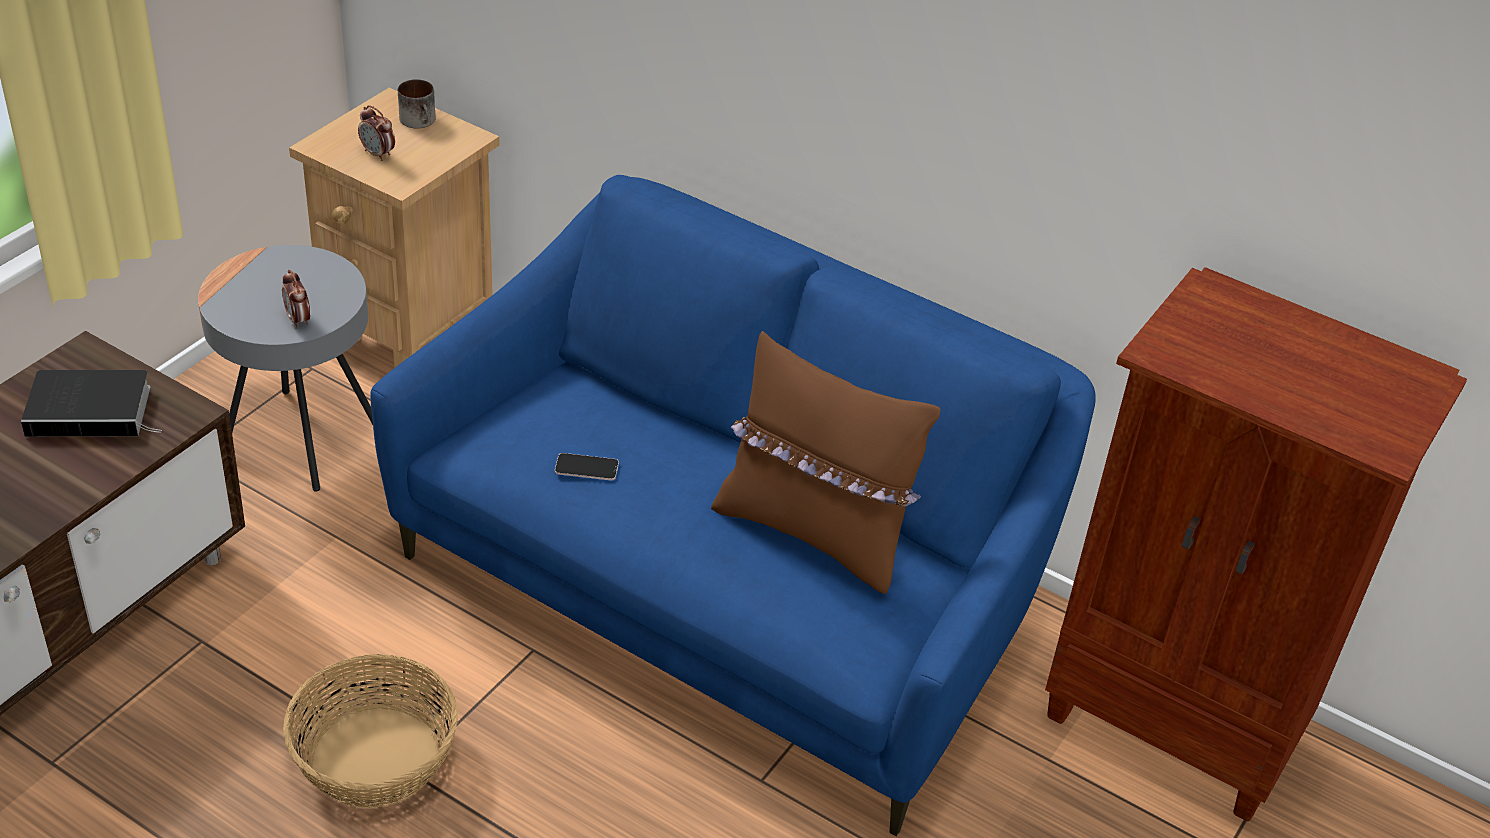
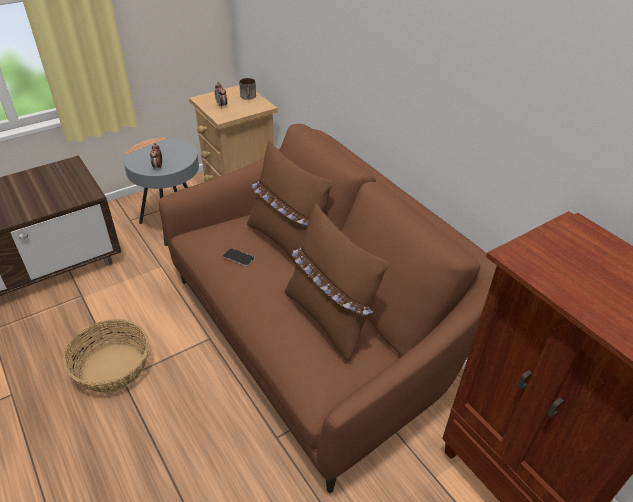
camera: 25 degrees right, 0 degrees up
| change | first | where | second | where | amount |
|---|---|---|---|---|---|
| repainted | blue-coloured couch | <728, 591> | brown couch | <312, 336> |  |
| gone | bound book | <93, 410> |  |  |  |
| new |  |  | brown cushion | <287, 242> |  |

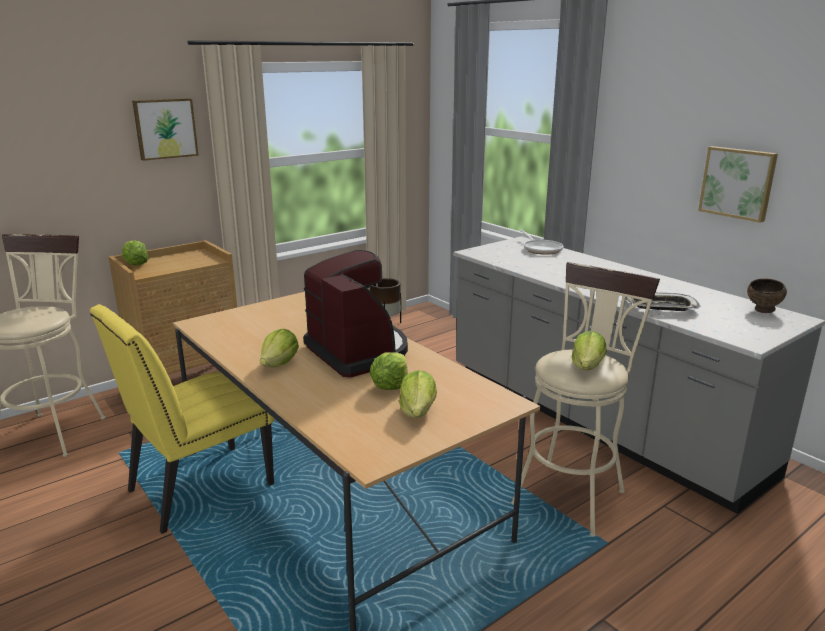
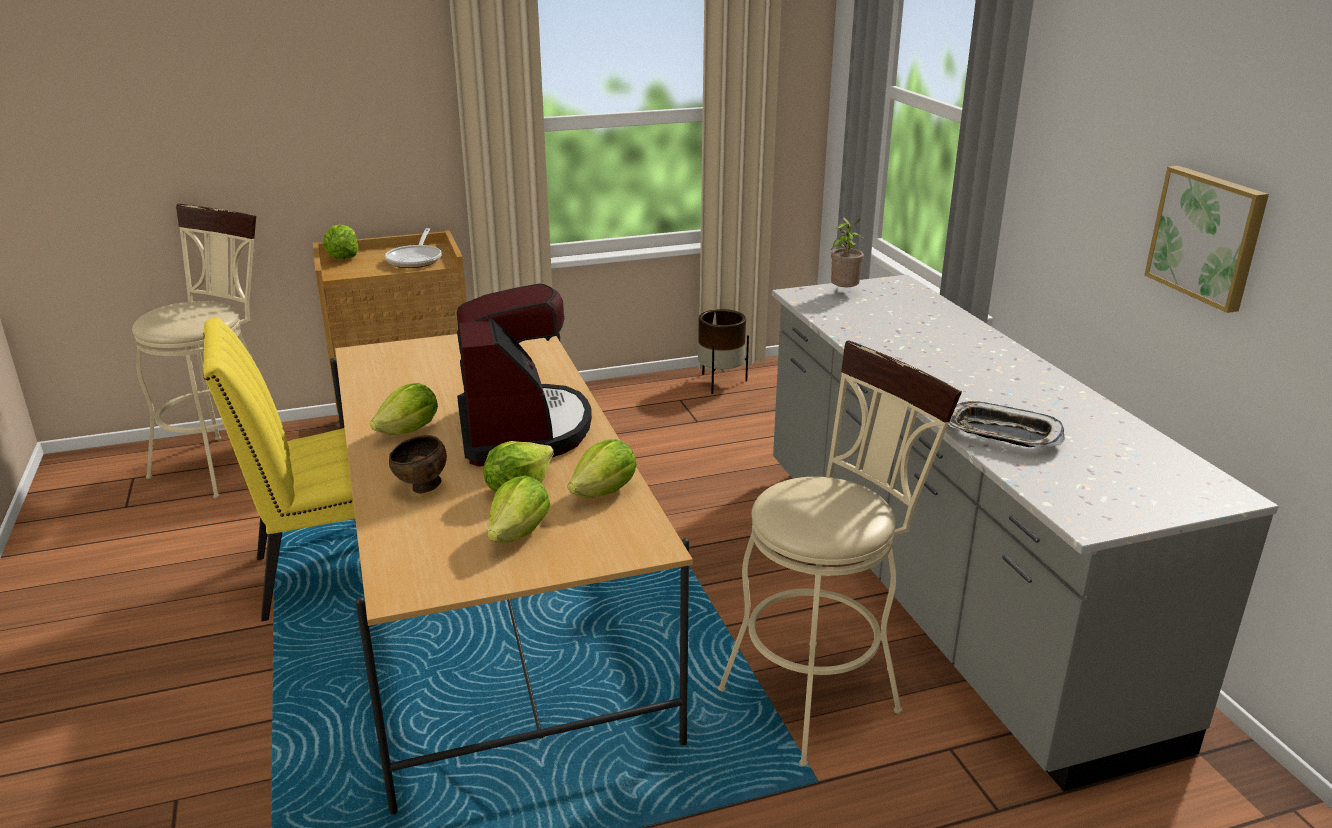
camera: 20 degrees right, 5 degrees up
| change | first | where | second | where | amount |
|---|---|---|---|---|---|
| gone | wall picture | <165, 128> |  |  |  |
| shifted | skillet | <541, 249> |  | <416, 259> |  |
| shifted | brown bowl | <763, 311> |  | <422, 488> |  |
| shifted | head of lettuce | <587, 366> |  | <605, 492> |  |
| new |  |  | potted plant | <844, 293> |  |

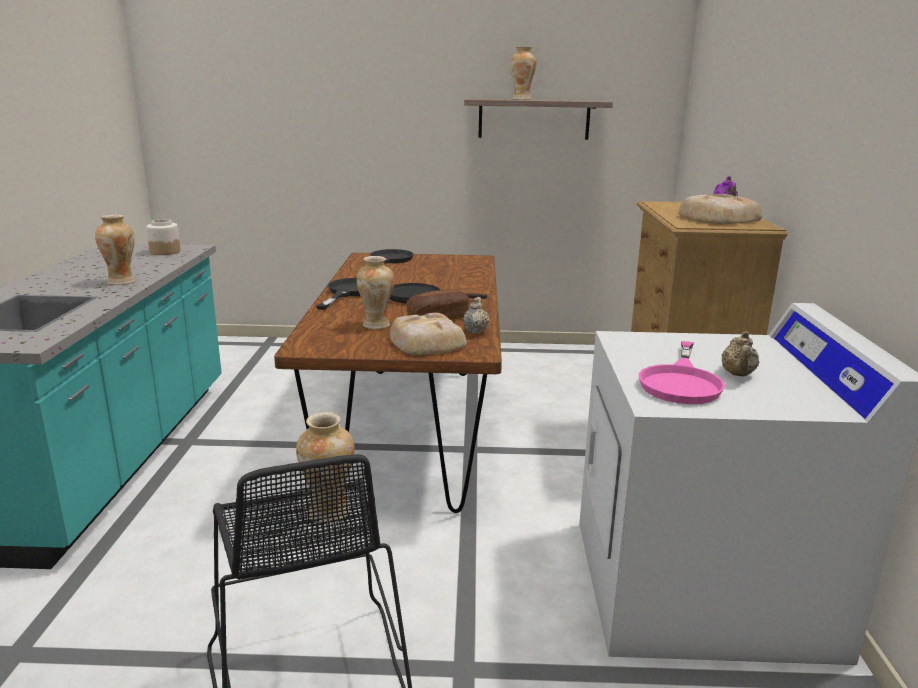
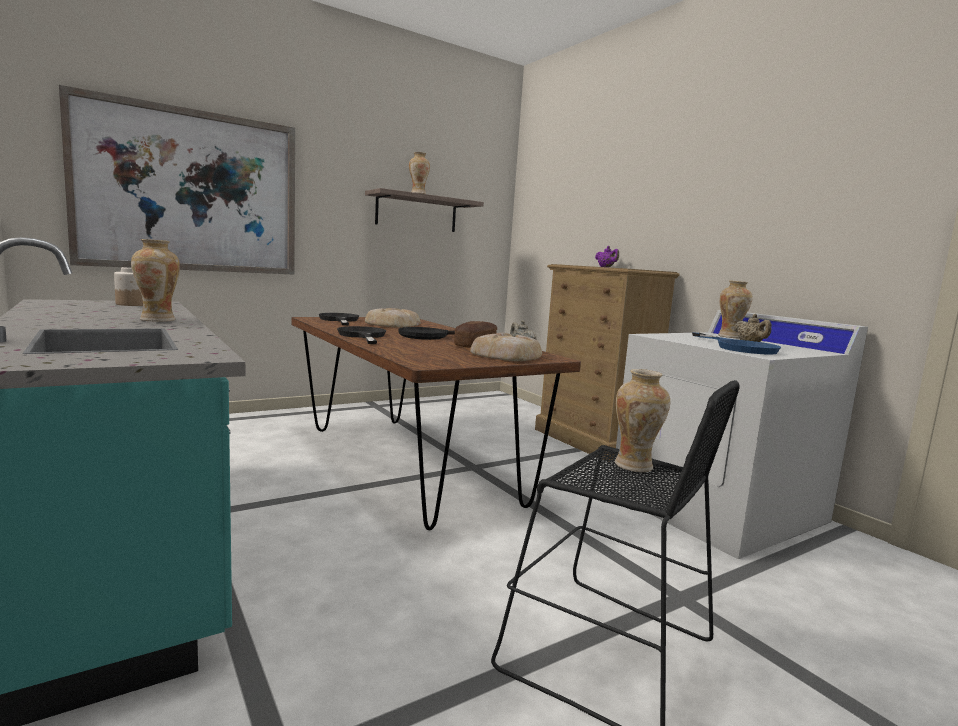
camera: 35 degrees left, 10 degrees down
| change | first | where | second | where | amount |
|---|---|---|---|---|---|
| shifted | bakery bread | <717, 218> |  | <391, 324> |  |
| shifted | flower vase | <376, 325> |  | <730, 337> |  |
| repainted | pinkish skillet | <681, 382> | blue-coloured skillet | <739, 348> |  |
| new |  |  | wall picture | <189, 192> |  |

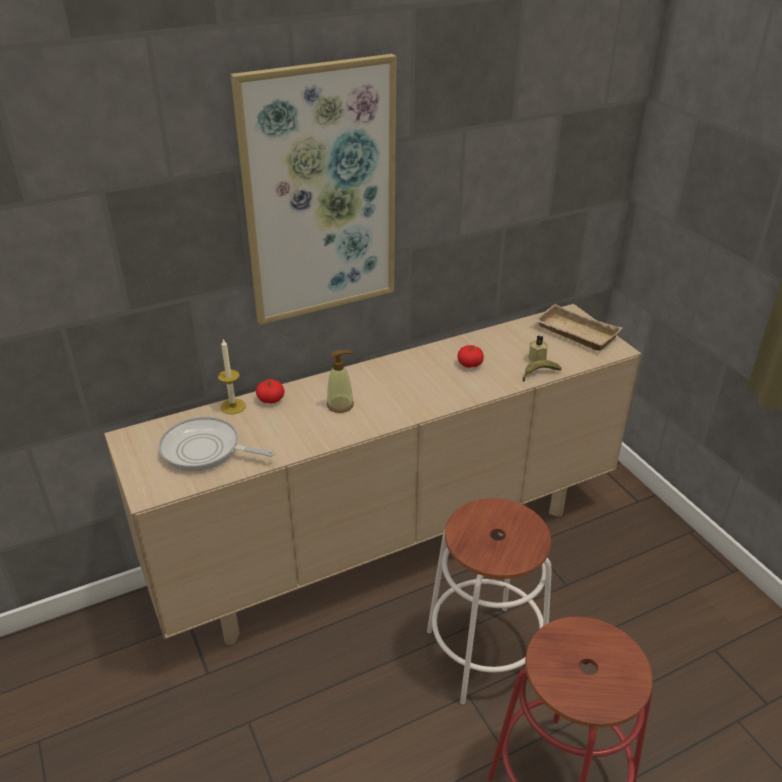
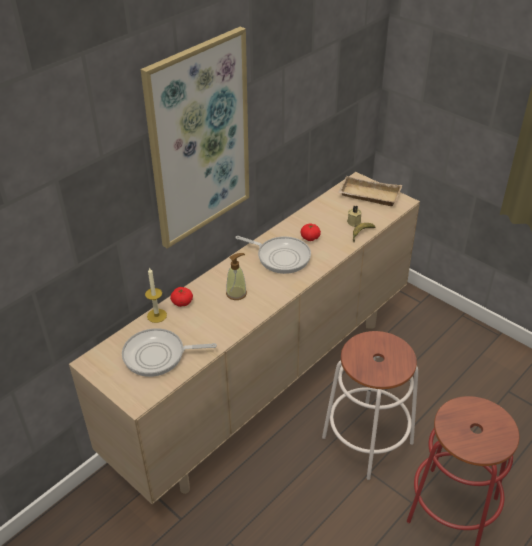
camera: 20 degrees left, 5 degrees up
| change | first | where | second | where | amount |
|---|---|---|---|---|---|
| new |  |  | skillet | <280, 257> |  |

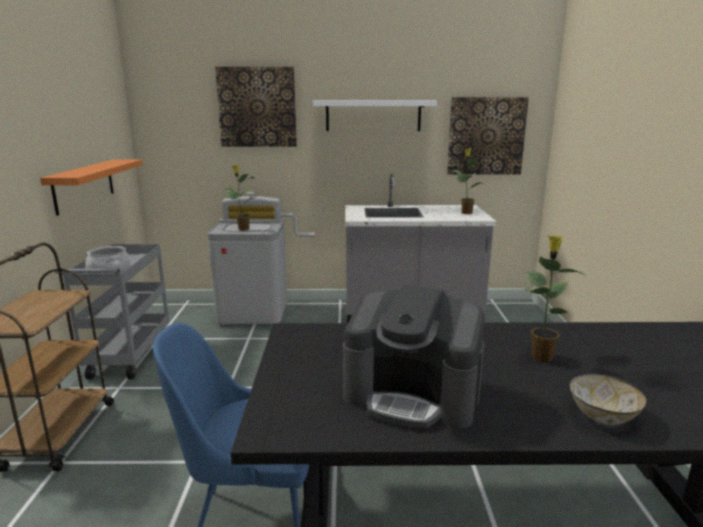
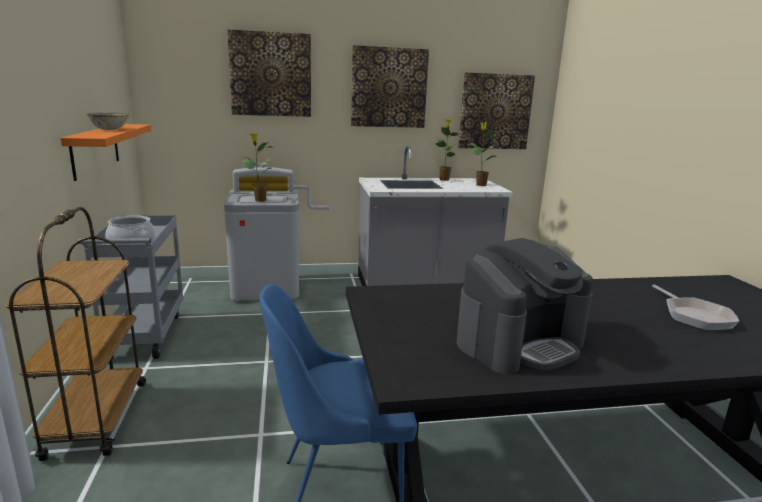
camera: 10 degrees left, 0 degrees up
| change | first | where | second | where | amount |
|---|---|---|---|---|---|
| swapped | white bracket shelf | <373, 115> | wall picture | <389, 87> |  |
| shifted | potted plant | <541, 356> |  | <444, 179> |  |
| rotated | coffee machine | <413, 394> |  | <519, 343> | 45 degrees counterclockwise |
| shifted | bowl | <602, 416> |  | <109, 129> |  |
| new |  |  | skillet | <694, 316> |  |

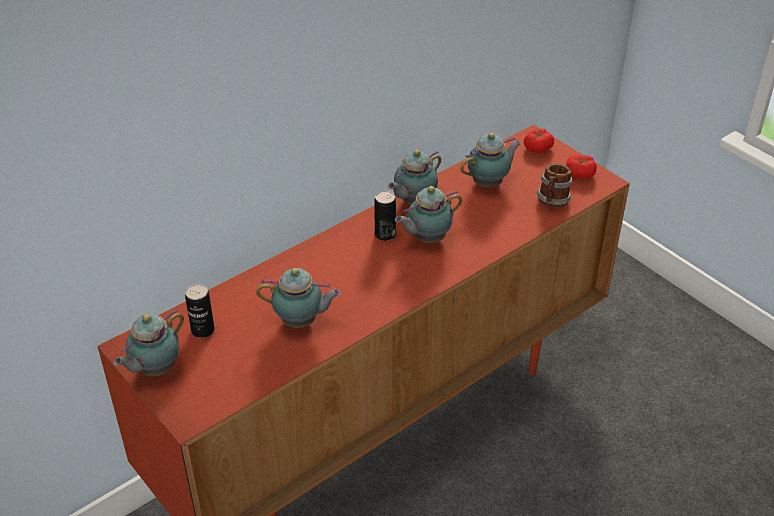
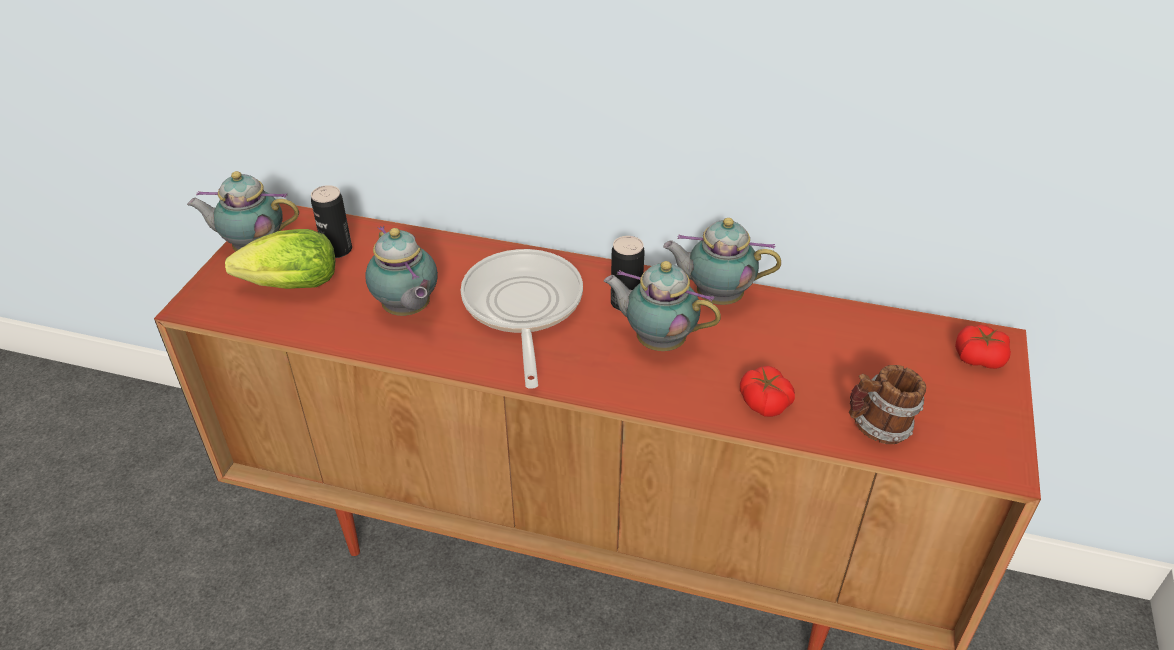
camera: 55 degrees right, 0 degrees up
| change | first | where | second | where | amount |
|---|---|---|---|---|---|
| gone | pot for tea | <489, 183> |  |  |  |
| shifted | fresh tomato | <580, 174> |  | <764, 402> |  |
| new |  |  | head of lettuce | <286, 287> |  |
| new |  |  | skillet | <522, 308> |  |

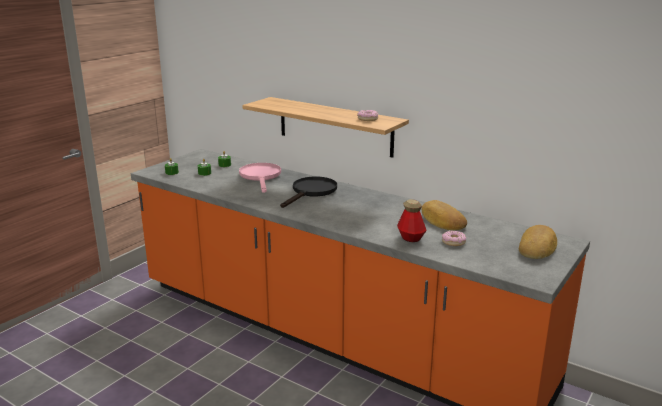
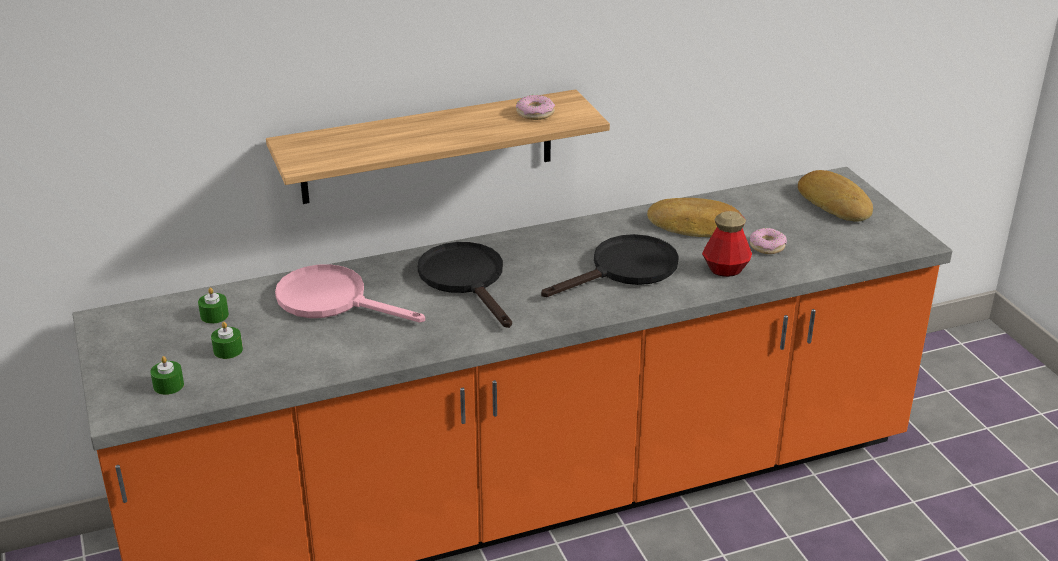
camera: 55 degrees left, 10 degrees up
| change | first | where | second | where | amount |
|---|---|---|---|---|---|
| new |  |  | black skillet | <625, 270> |  |

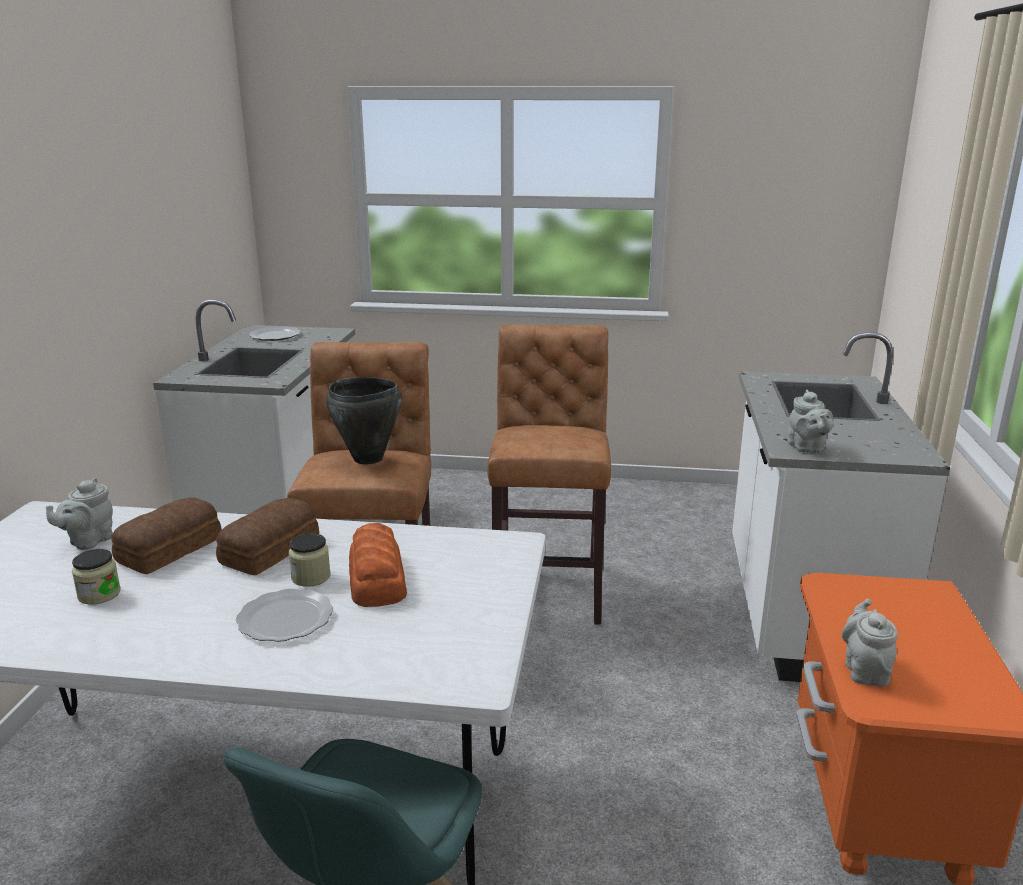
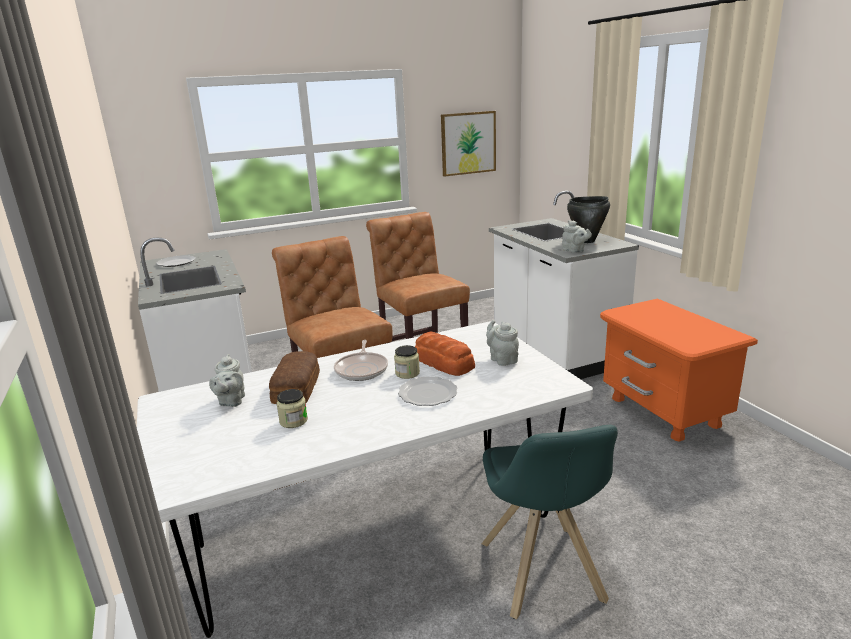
camera: 30 degrees left, 0 degrees up
| change | first | where | second | where | amount |
|---|---|---|---|---|---|
| shifted | black saucepot | <368, 459> |  | <587, 241> |  |
| swapped | bakery bread | <272, 550> | skillet | <362, 369> |  |
| shifted | gray pot for tea | <865, 670> |  | <502, 359> |  |
| new |  |  | wall picture | <468, 143> |  |

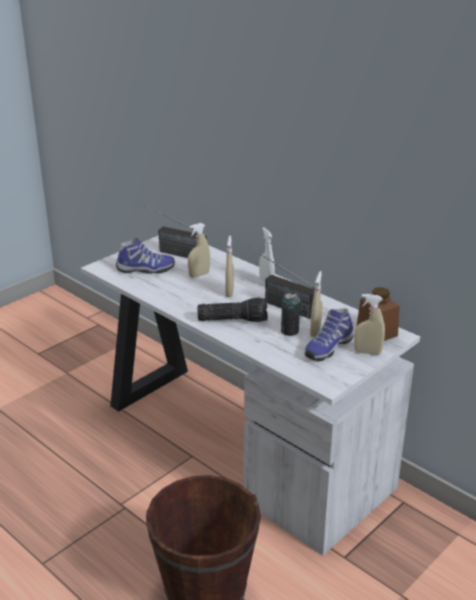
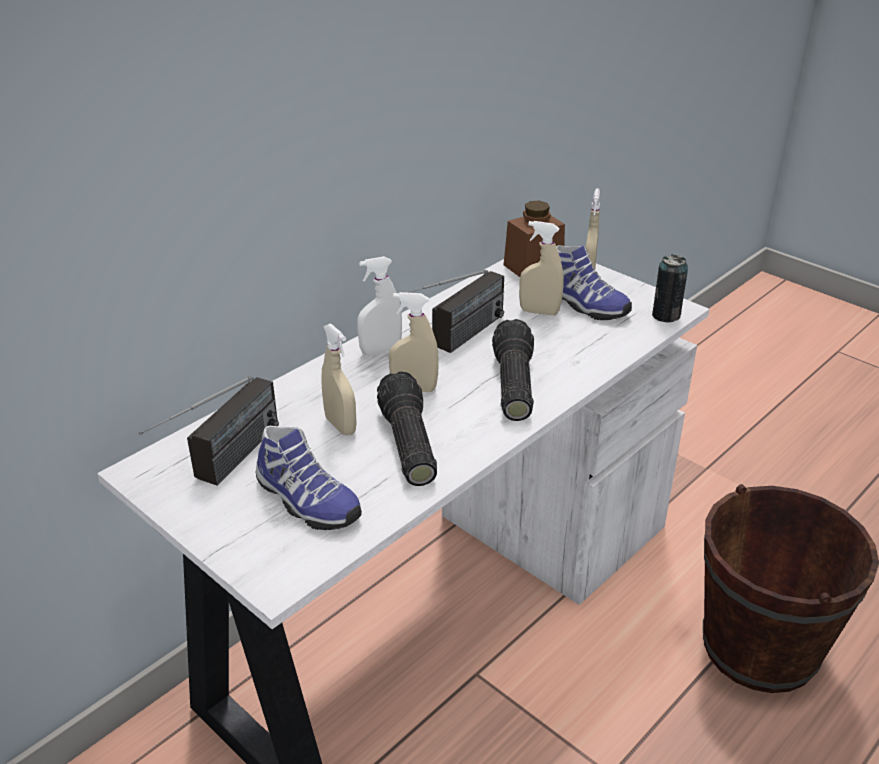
camera: 90 degrees left, 5 degrees up
| change | first | where | second | where | amount |
|---|---|---|---|---|---|
| rotated | shoe | <145, 270> |  | <305, 501> | 135 degrees clockwise |
| shifted | can | <289, 331> |  | <666, 315> |  |
| new |  |  | flashlight | <406, 444> |  |

